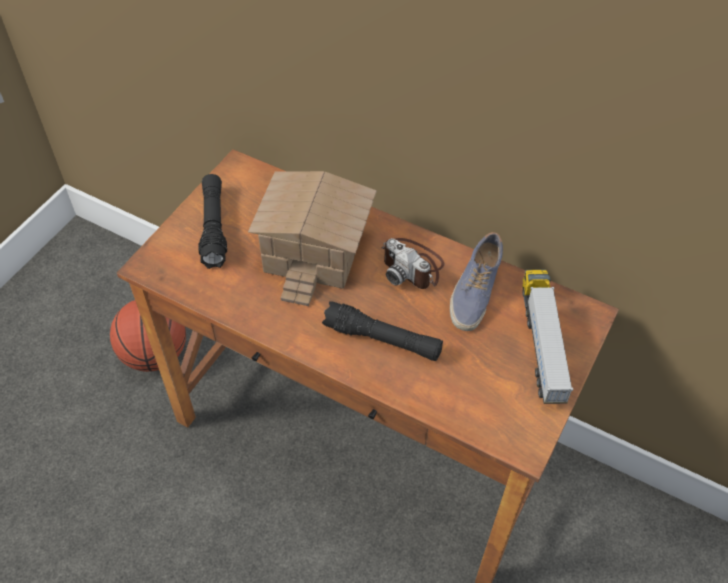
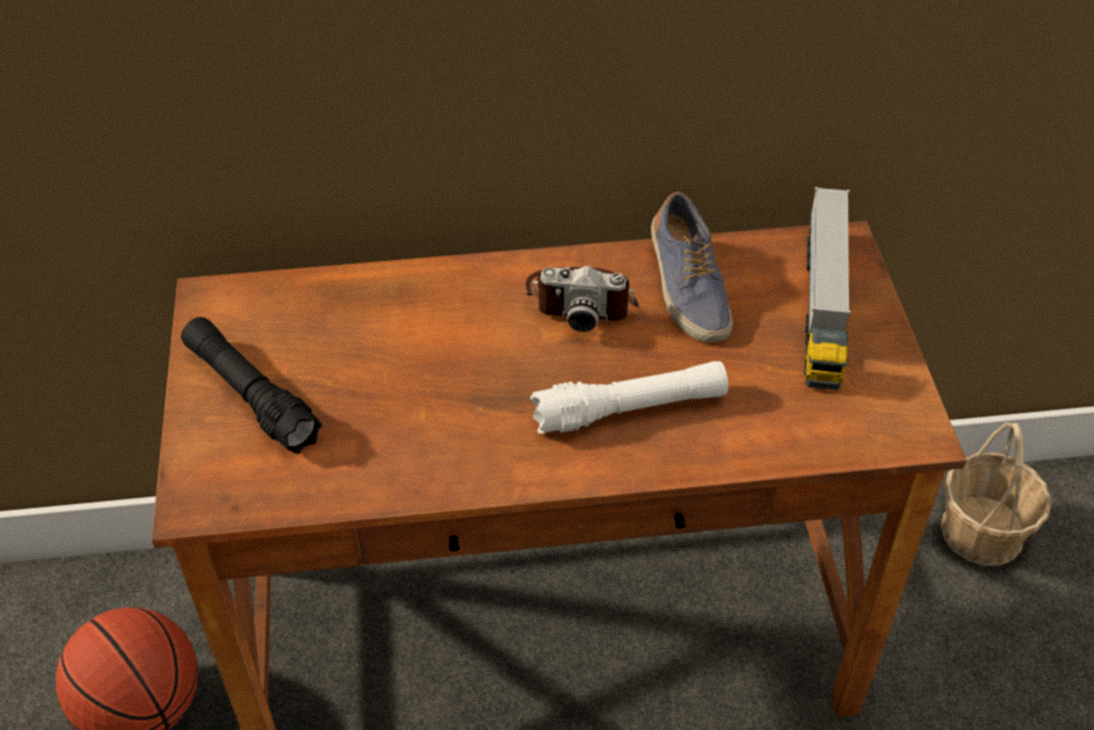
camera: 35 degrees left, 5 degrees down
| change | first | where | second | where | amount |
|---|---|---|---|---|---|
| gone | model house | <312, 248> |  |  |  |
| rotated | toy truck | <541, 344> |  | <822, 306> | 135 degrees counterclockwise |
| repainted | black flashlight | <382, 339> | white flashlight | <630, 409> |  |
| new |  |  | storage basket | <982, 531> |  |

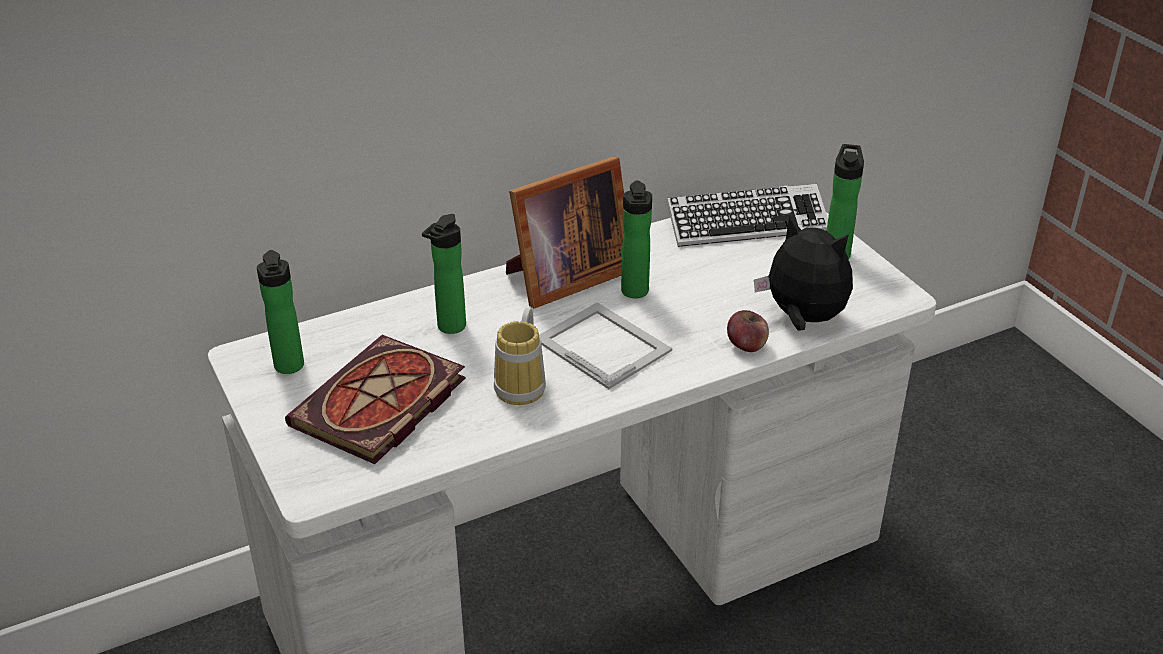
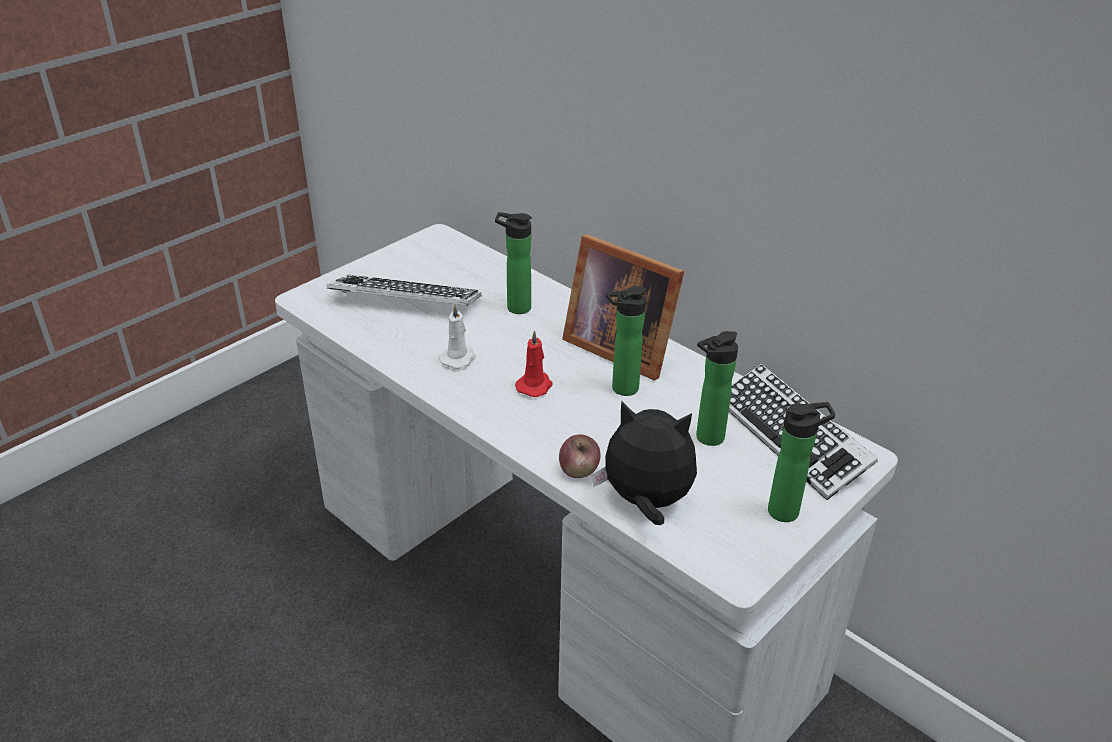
camera: 70 degrees right, 0 degrees up
| change | first | where | second | where | amount |
|---|---|---|---|---|---|
| rotated | plush toy | <803, 319> |  | <646, 502> | 90 degrees counterclockwise |
| shifted | bottle | <289, 368> |  | <706, 438> |  |
| swapped | picture frame | <602, 344> | reddish candle | <535, 385> |  |
| swapped | mug | <524, 385> | white candle | <458, 358> |  |
| swapped | bound book | <379, 406> | keyboard | <405, 301> |  |

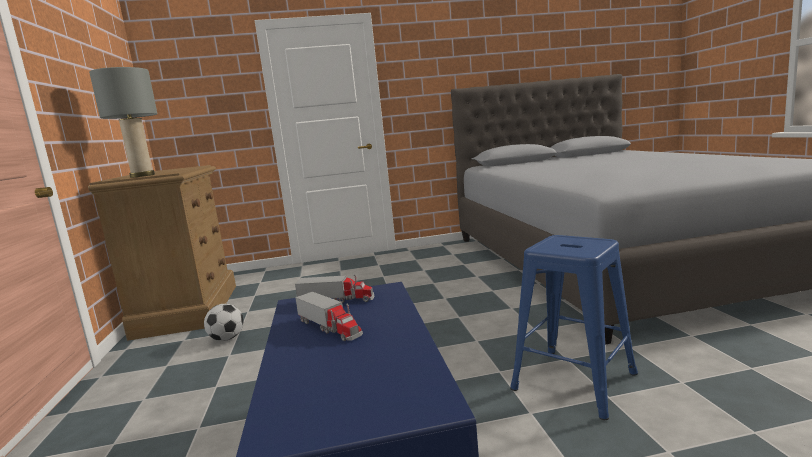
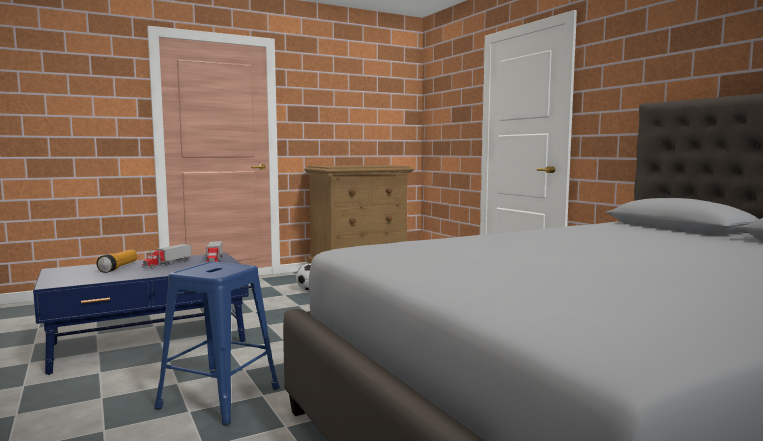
camera: 70 degrees right, 5 degrees down
| change | first | where | second | where | amount |
|---|---|---|---|---|---|
| gone | gray table lamp | <142, 176> |  |  |  |
| new |  |  | flashlight | <118, 268> |  |

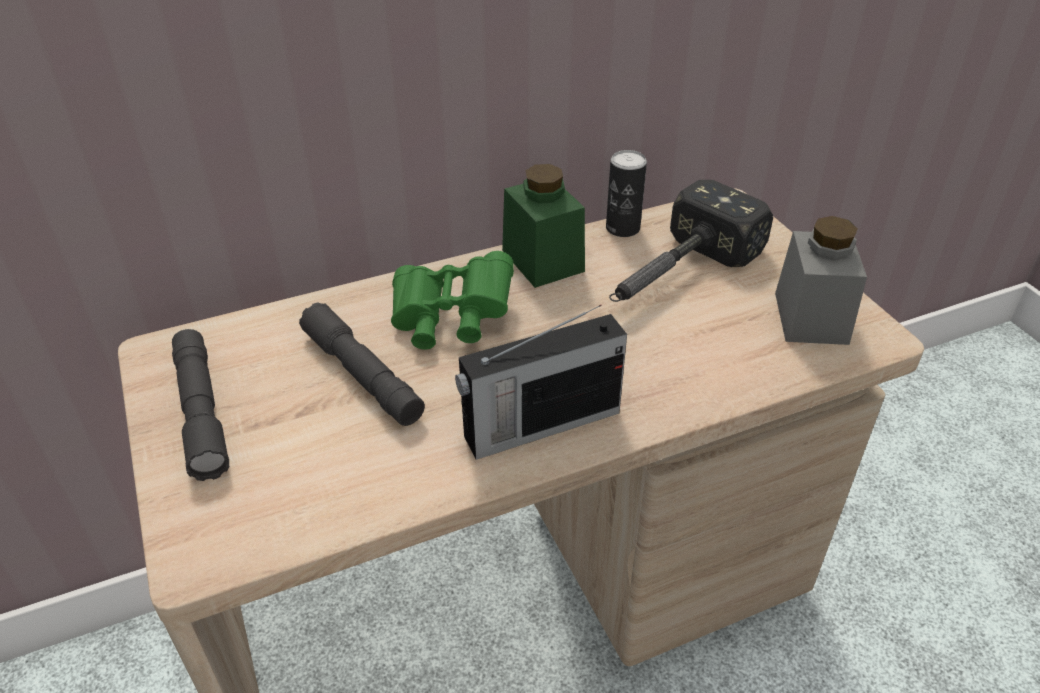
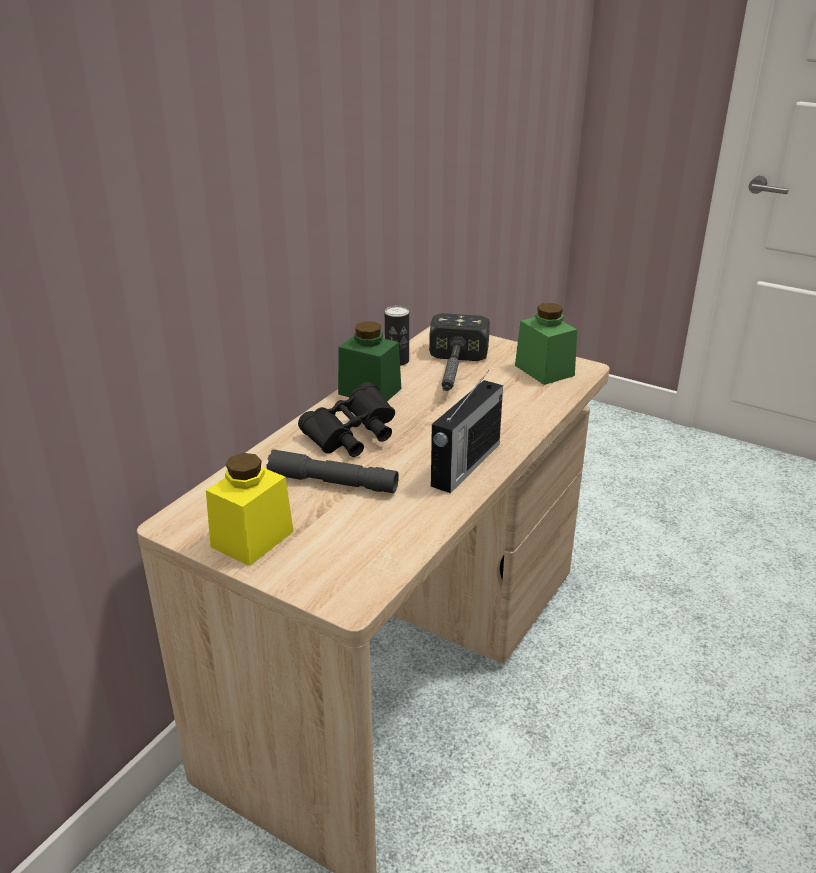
camera: 35 degrees left, 10 degrees down
| change | first | where | second | where | amount |
|---|---|---|---|---|---|
| repainted | gray preserve jar | <811, 318> | greenish preserve jar | <544, 370> |  |
| repainted | greenish binoculars | <450, 320> | black binoculars | <351, 438> |  |
| swapped | gray flashlight | <201, 412> | yellow preserve jar | <252, 539> |  |

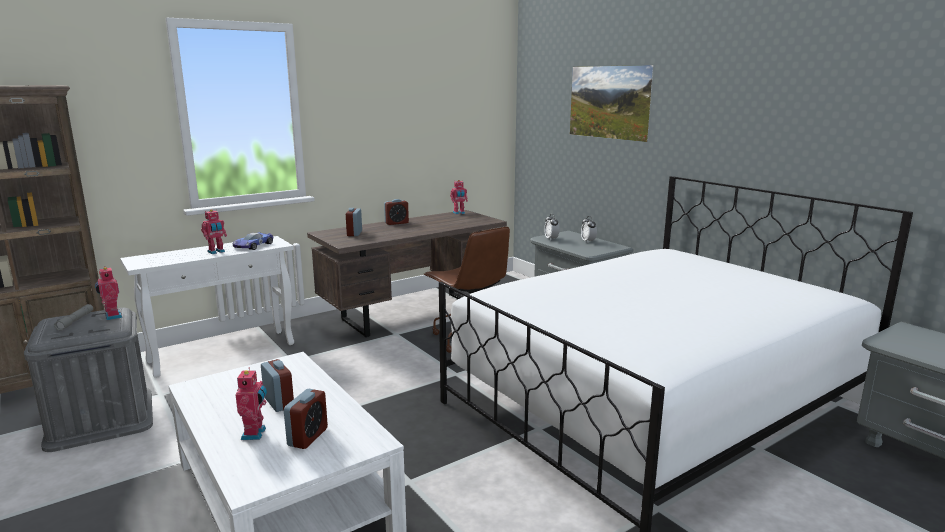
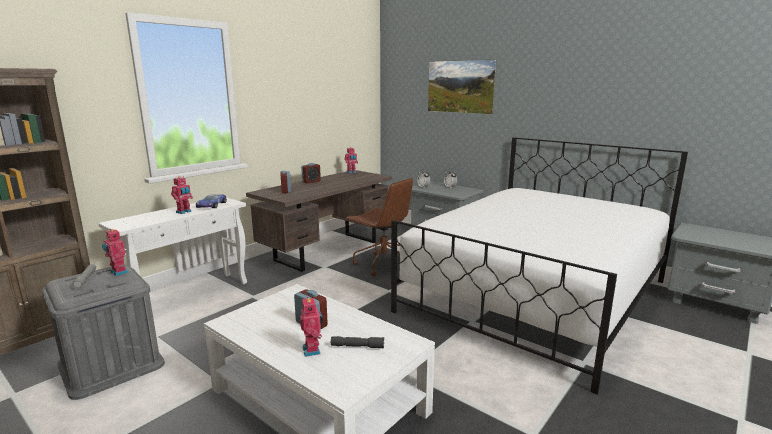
camera: 15 degrees left, 0 degrees up
| change | first | where | second | where | amount |
|---|---|---|---|---|---|
| swapped | alarm clock | <308, 437> | gray flashlight | <357, 346> |  |

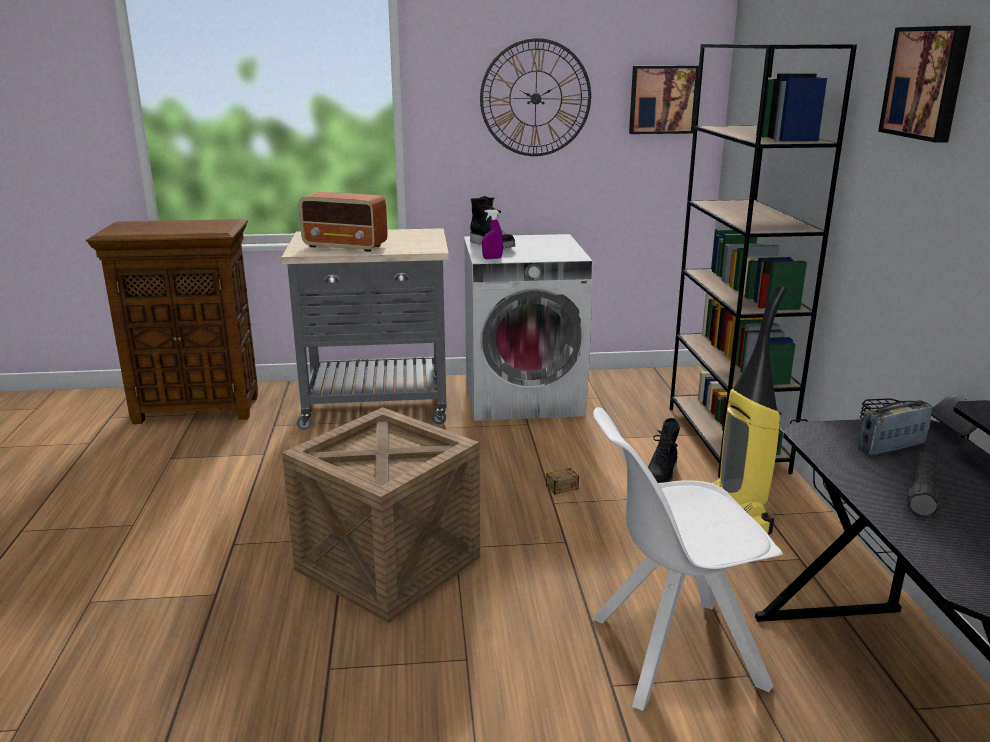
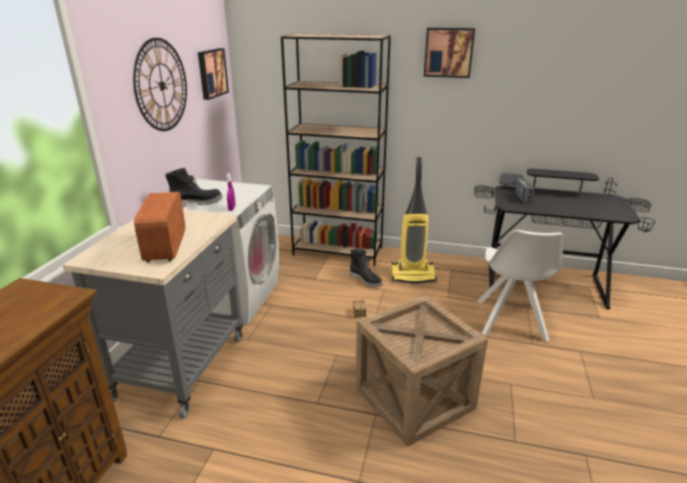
camera: 70 degrees left, 5 degrees up
| change | first | where | second | where | amount |
|---|---|---|---|---|---|
| rotated | radio set | <346, 246> |  | <165, 247> | 135 degrees clockwise |
| gone | black flashlight | <922, 494> |  |  |  |

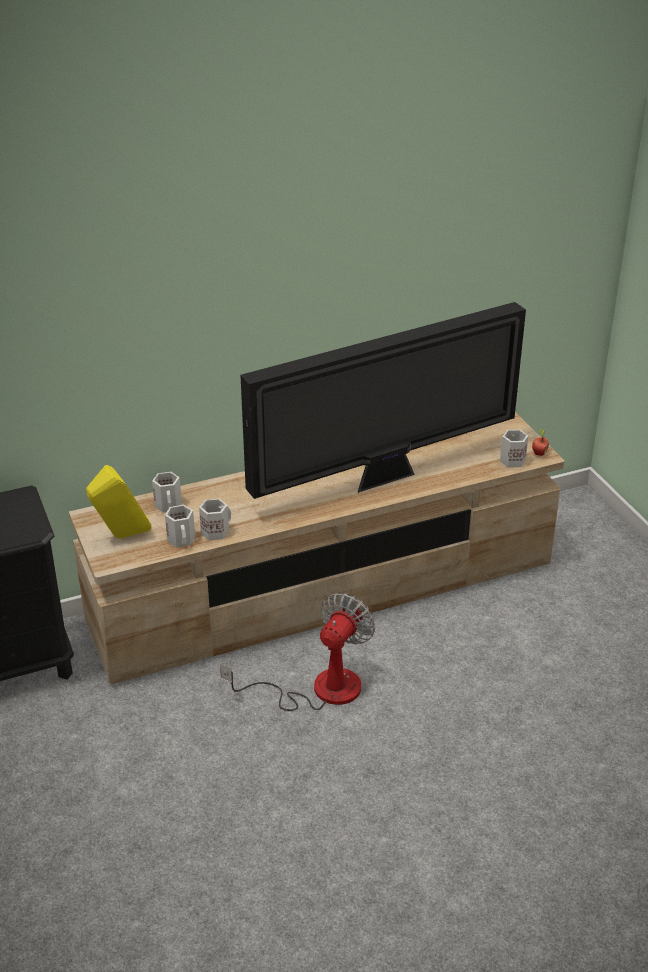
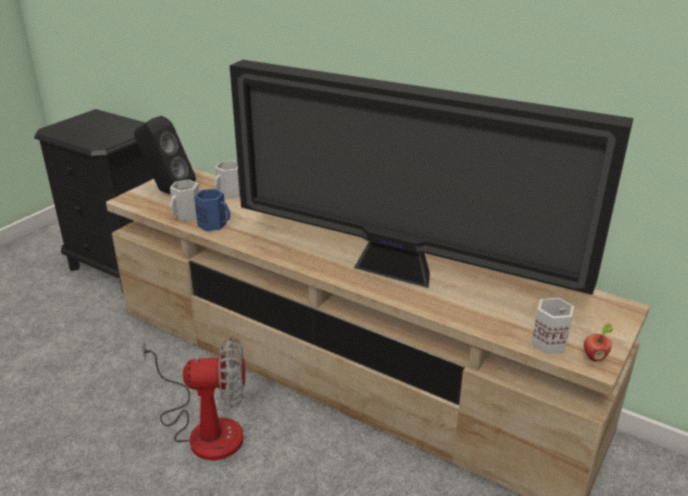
camera: 55 degrees right, 5 degrees down
| change | first | where | second | where | amount |
|---|---|---|---|---|---|
| repainted | yellow audio speaker | <121, 537> | black audio speaker | <167, 192> |  |
| repainted | white mug | <215, 531> | blue-coloured mug | <213, 224> |  |

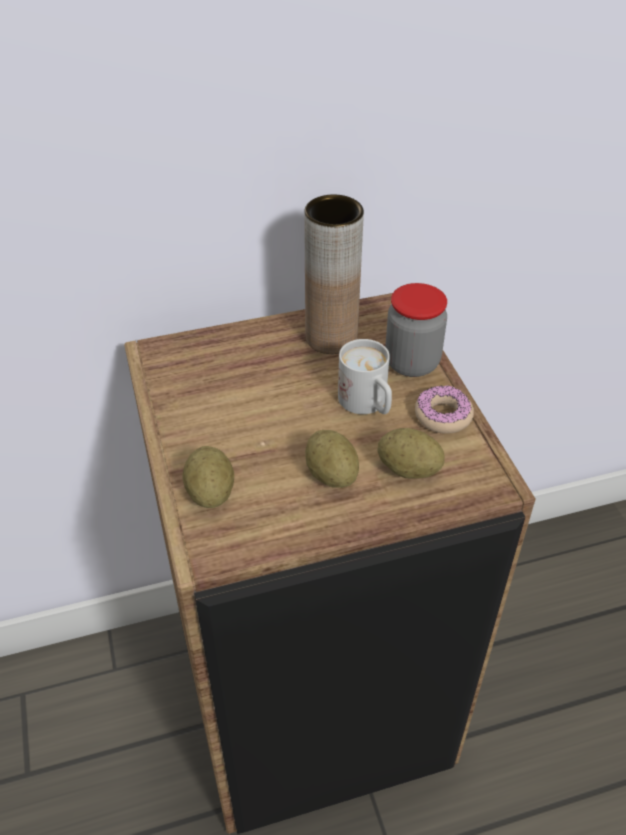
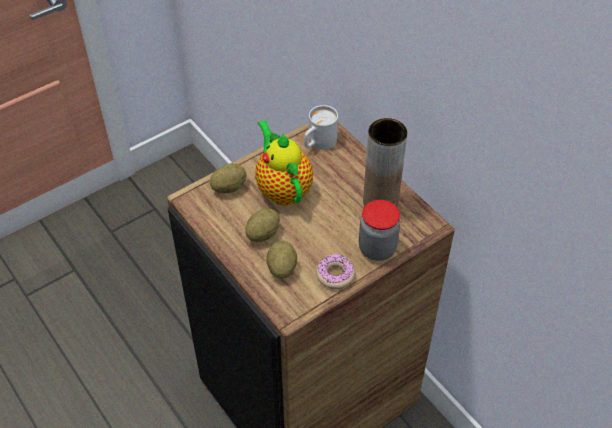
camera: 70 degrees right, 5 degrees up
| change | first | where | second | where | amount |
|---|---|---|---|---|---|
| shifted | white mug | <368, 405> |  | <318, 143> |  |
| new |  |  | pot for tea | <283, 189> |  |

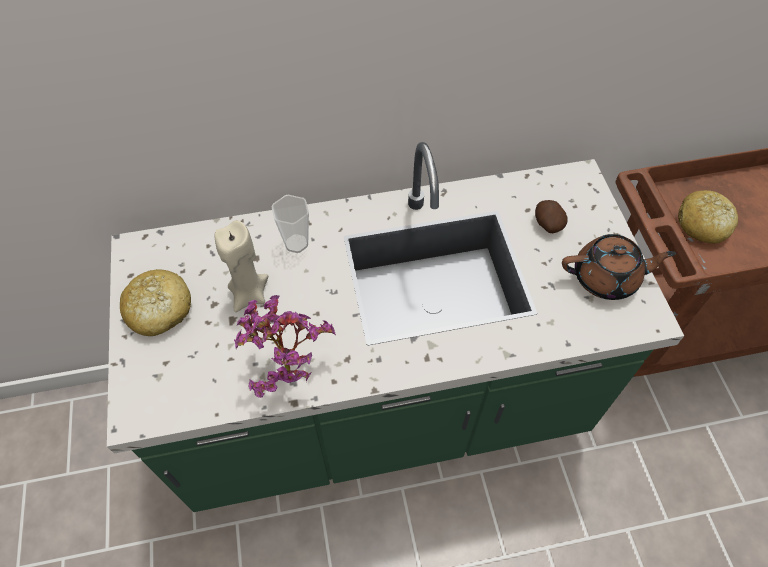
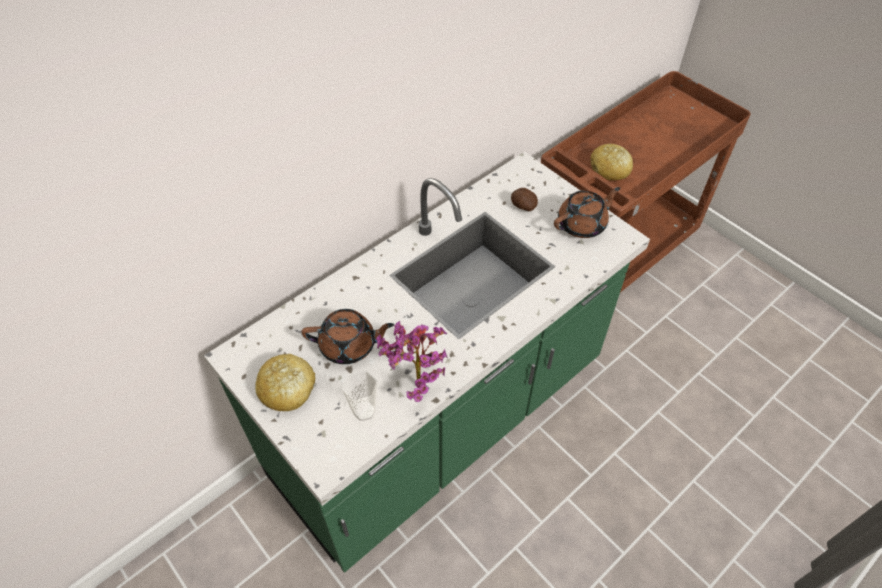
camera: 30 degrees left, 5 degrees down
| change | first | where | second | where | amount |
|---|---|---|---|---|---|
| shifted | small cup | <296, 243> |  | <364, 411> |  |
| swapped | sand-coloured candle | <249, 294> | brown pot for tea | <349, 346> |  |

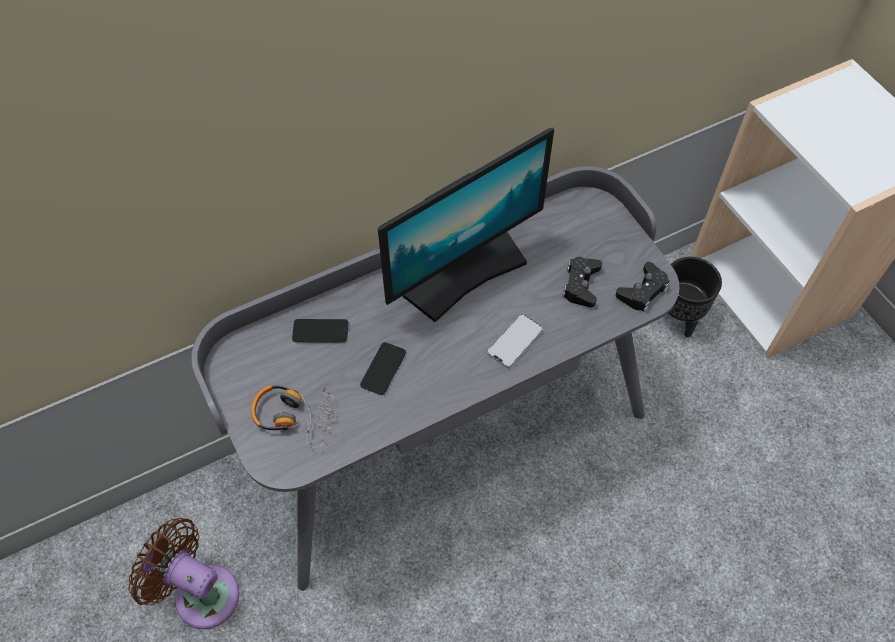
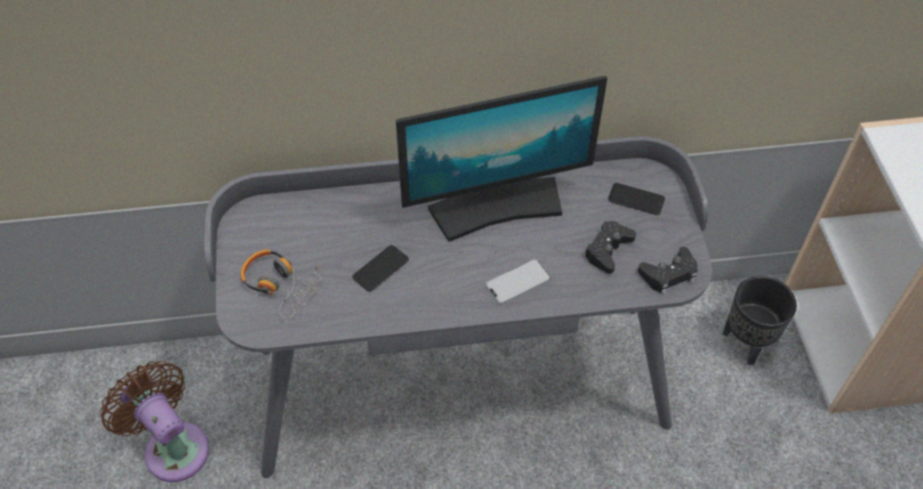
camera: 20 degrees right, 5 degrees down
| change | first | where | second | where | amount |
|---|---|---|---|---|---|
| shifted | phone | <320, 331> |  | <636, 199> |  |

